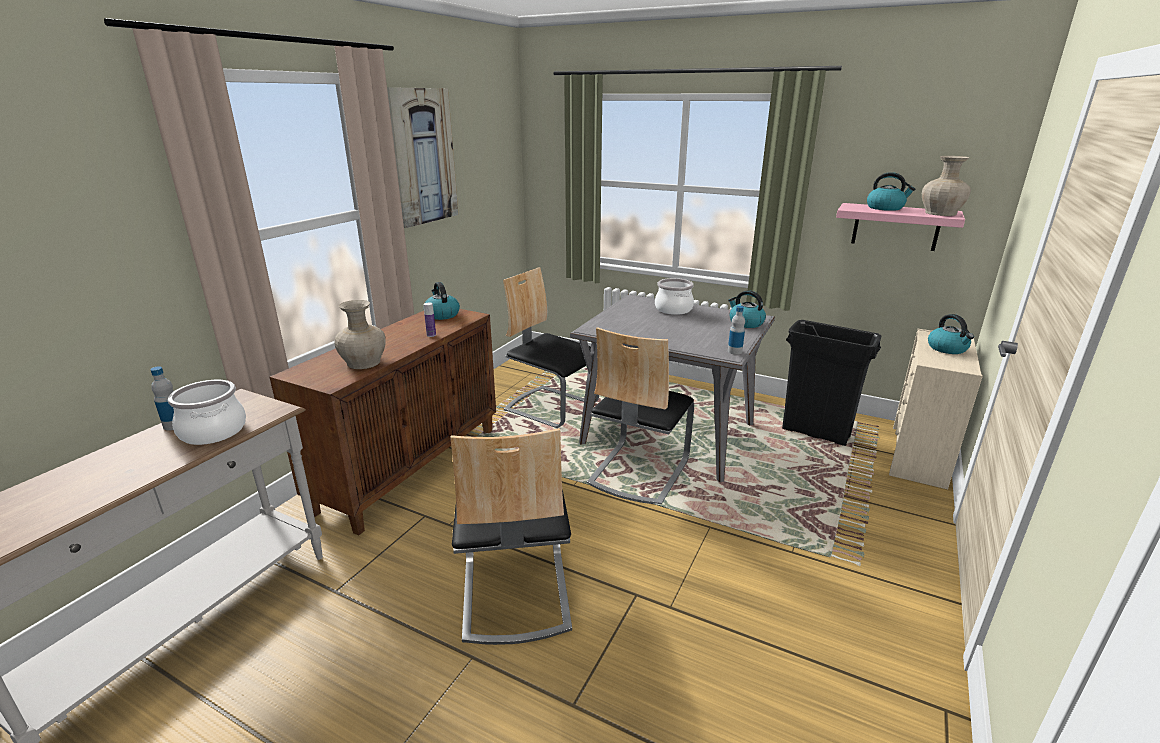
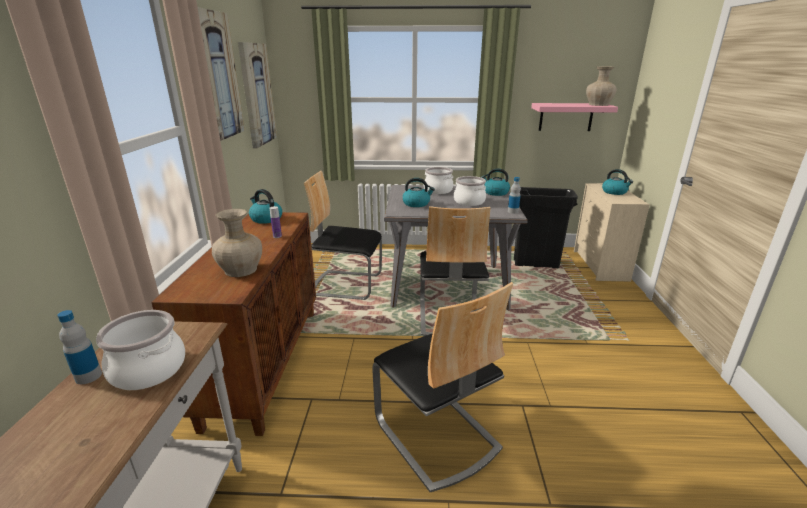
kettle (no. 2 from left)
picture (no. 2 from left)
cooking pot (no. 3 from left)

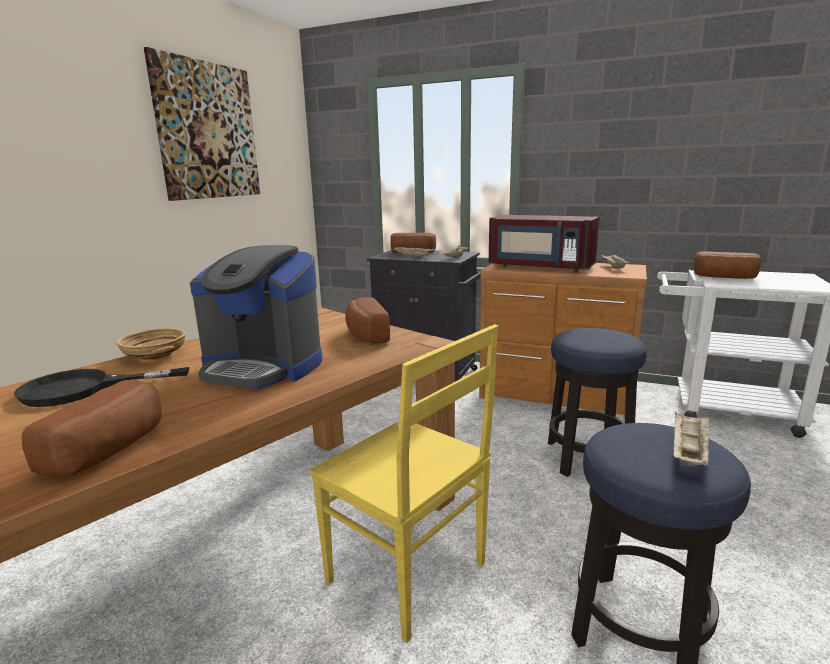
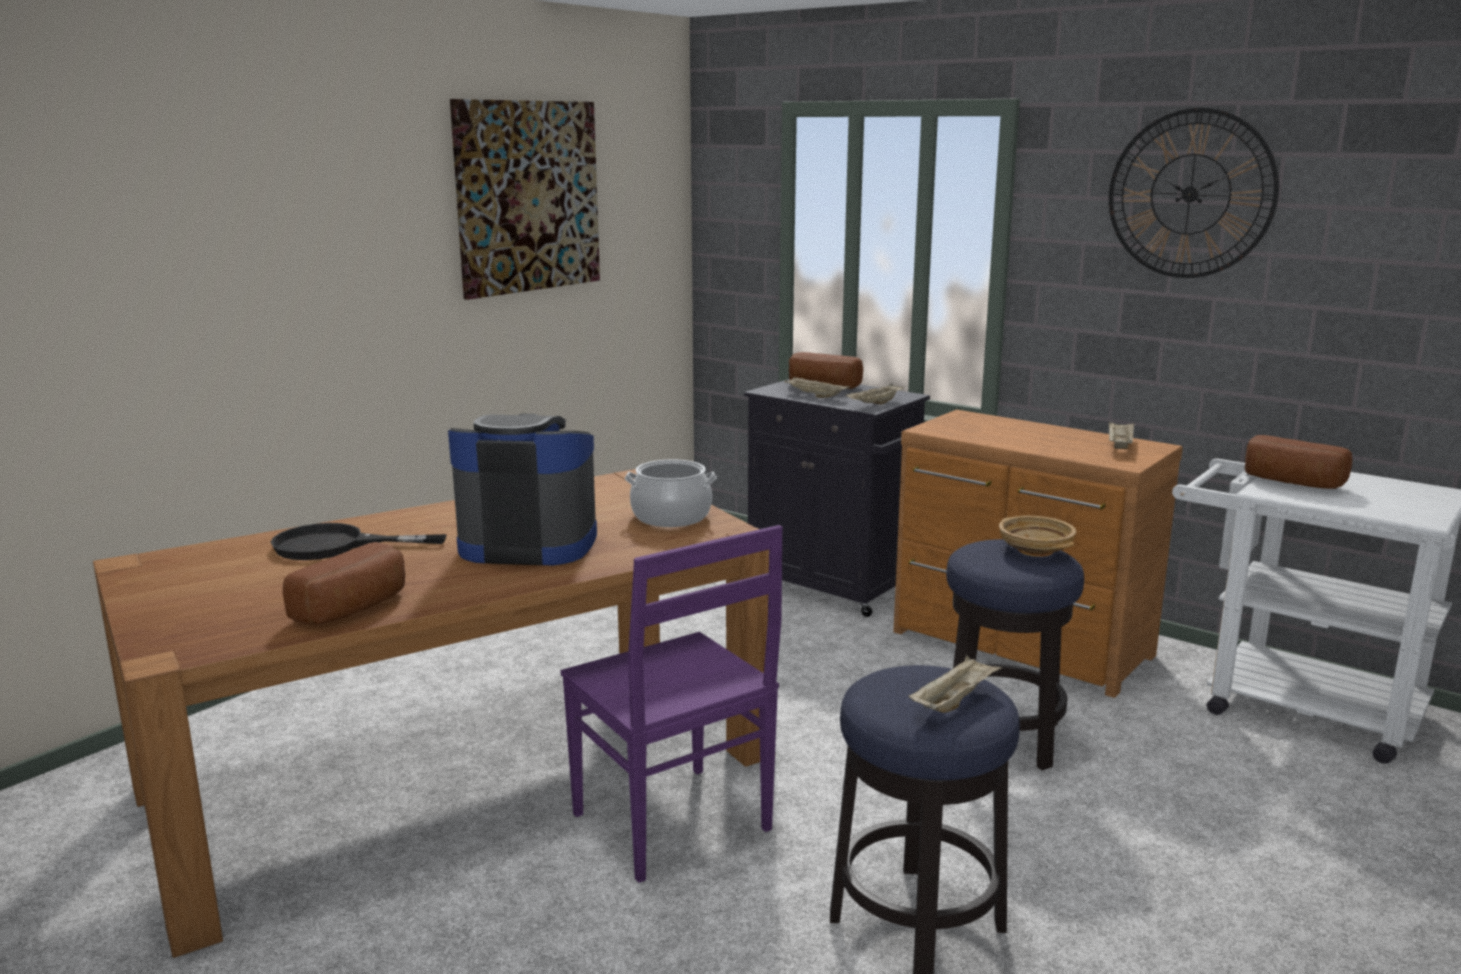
red microwave
coffee machine
cooking pot
purple chair
beige bowl
wall clock

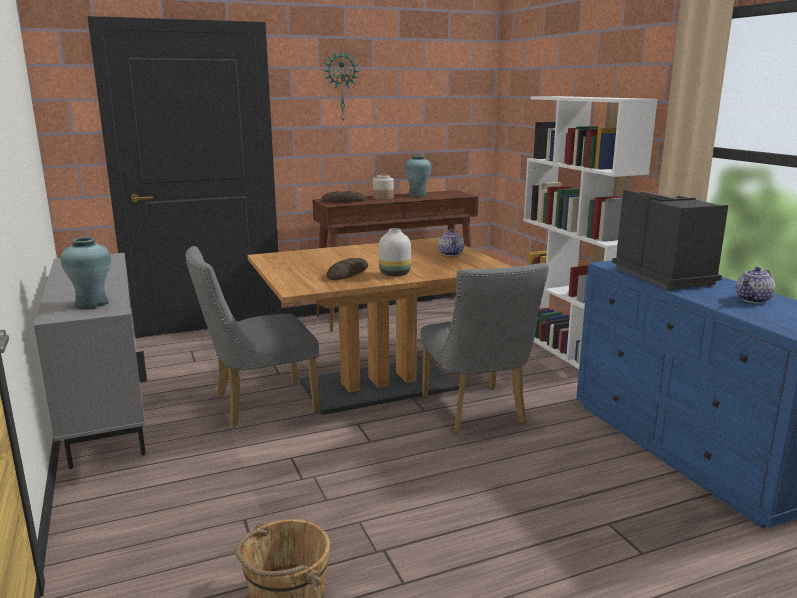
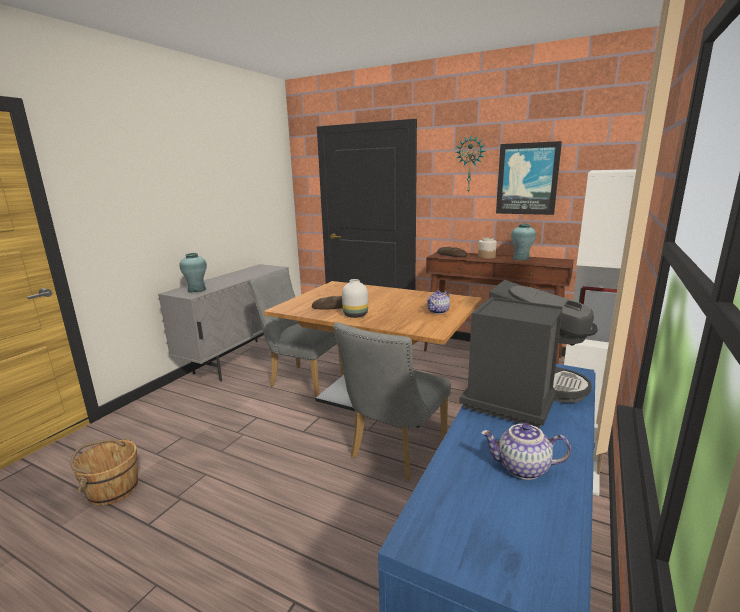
picture

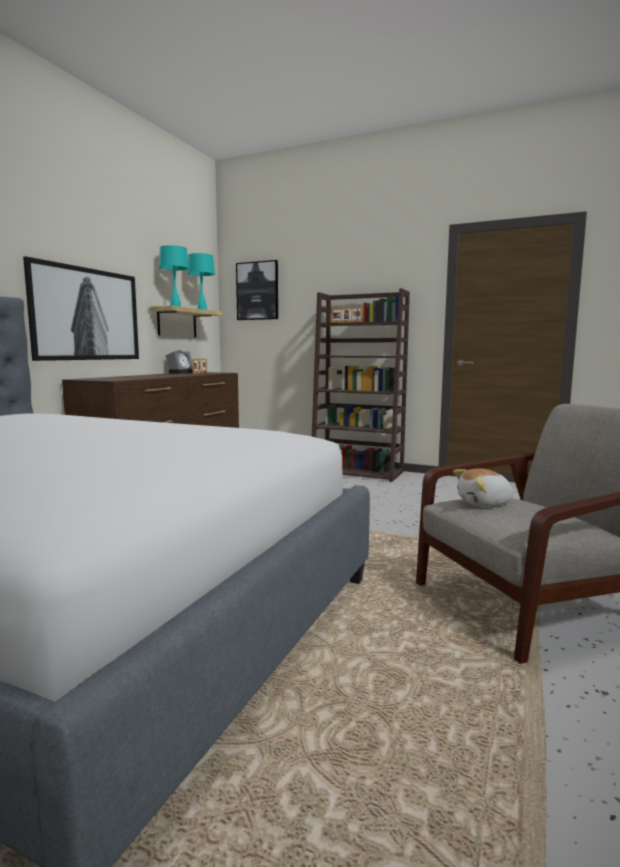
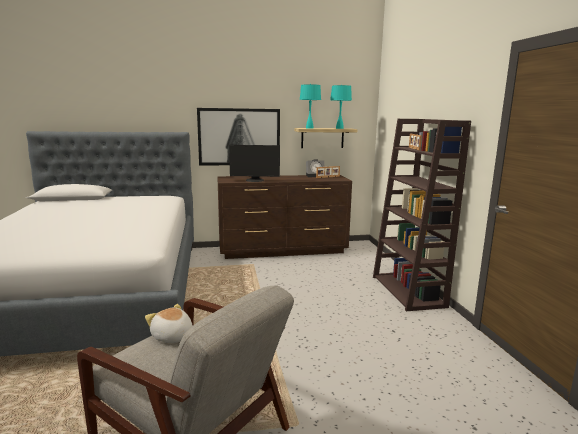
picture (no. 2 from left in the first image)
monitor

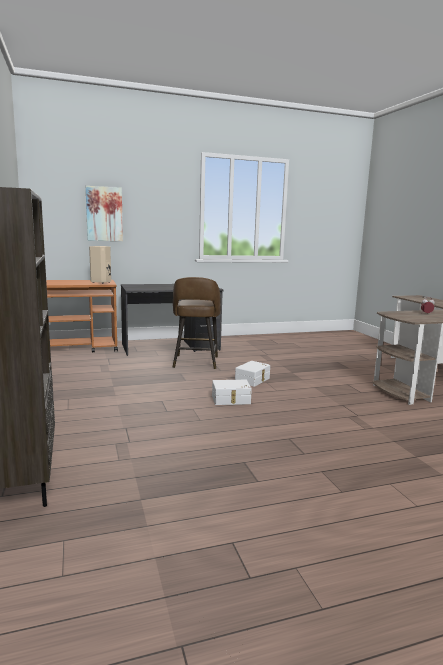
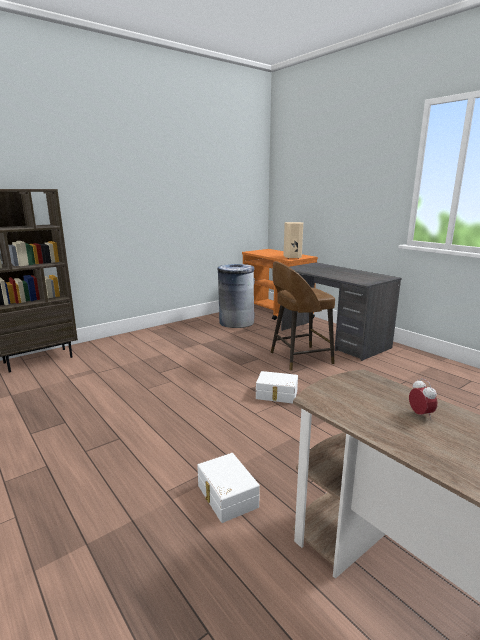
picture
white storage box (no. 1 from left)
grey trash can

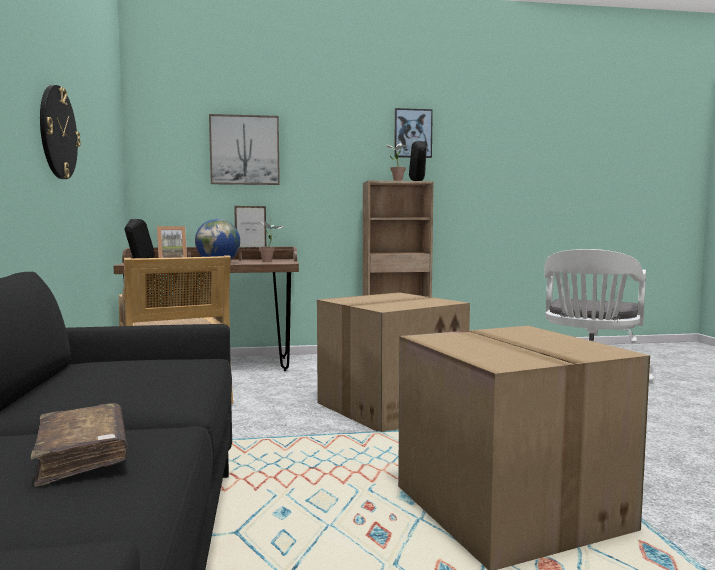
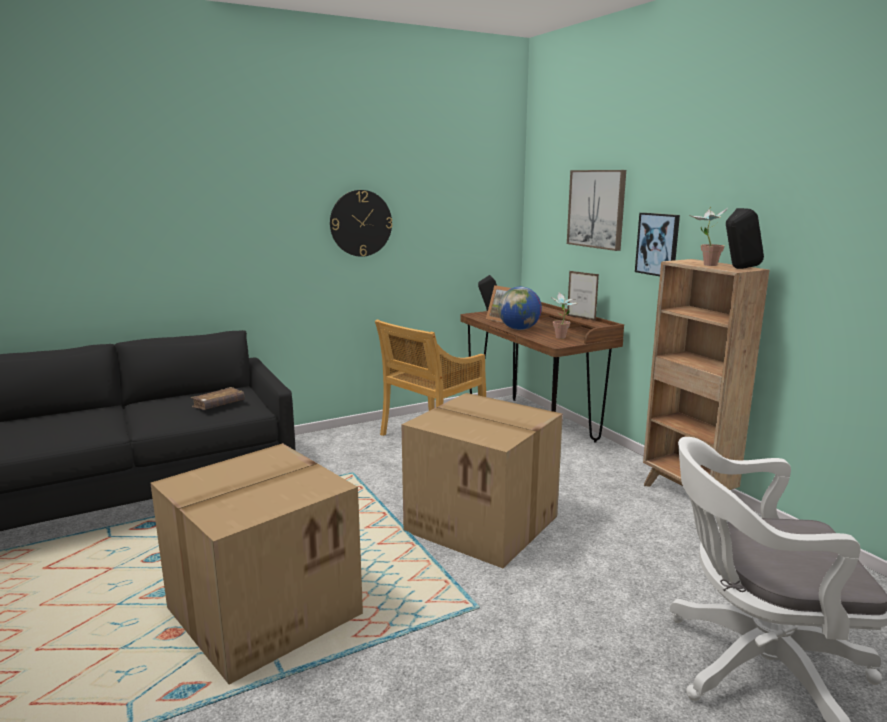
picture (no. 2 from left)
brown book

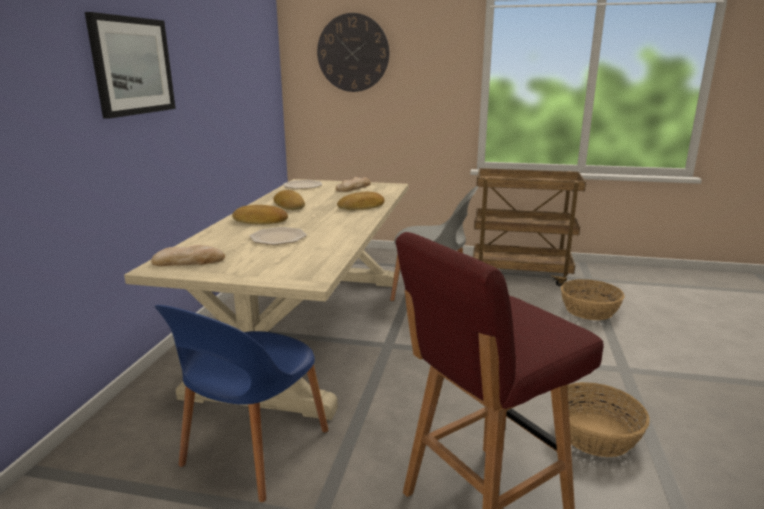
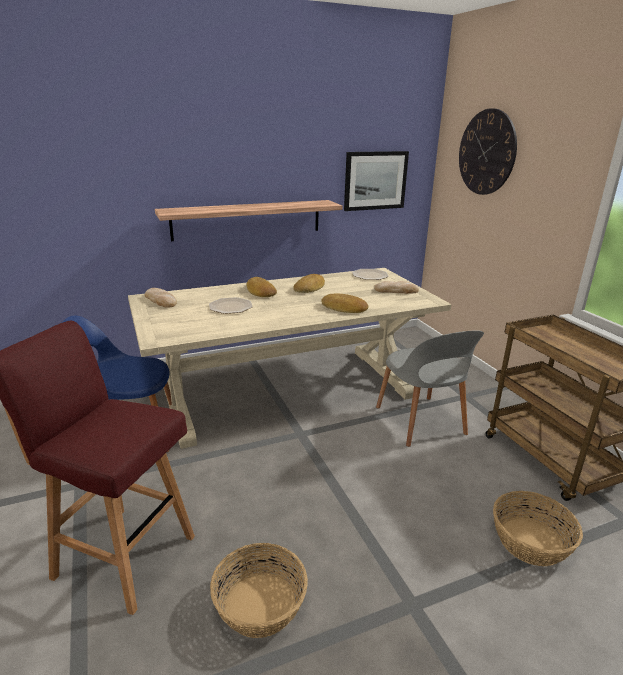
picture
shelf

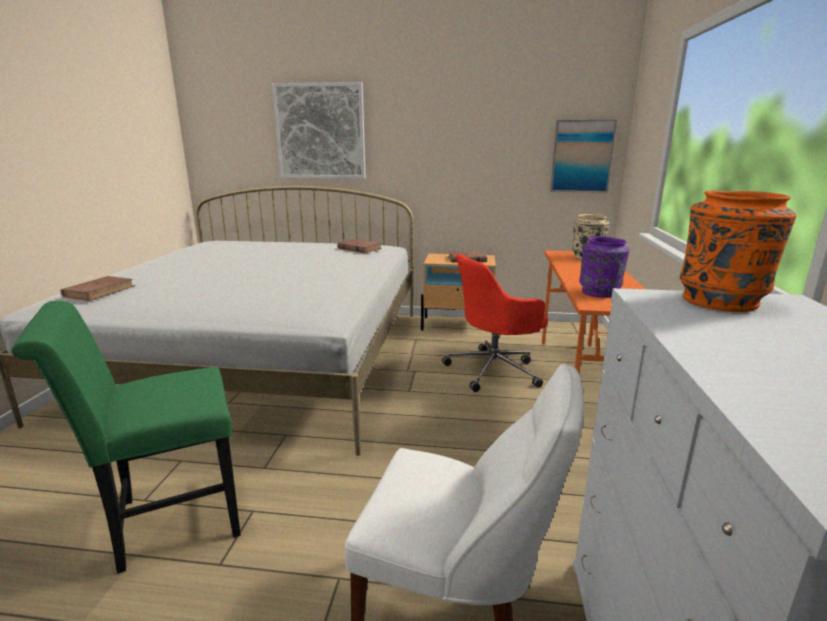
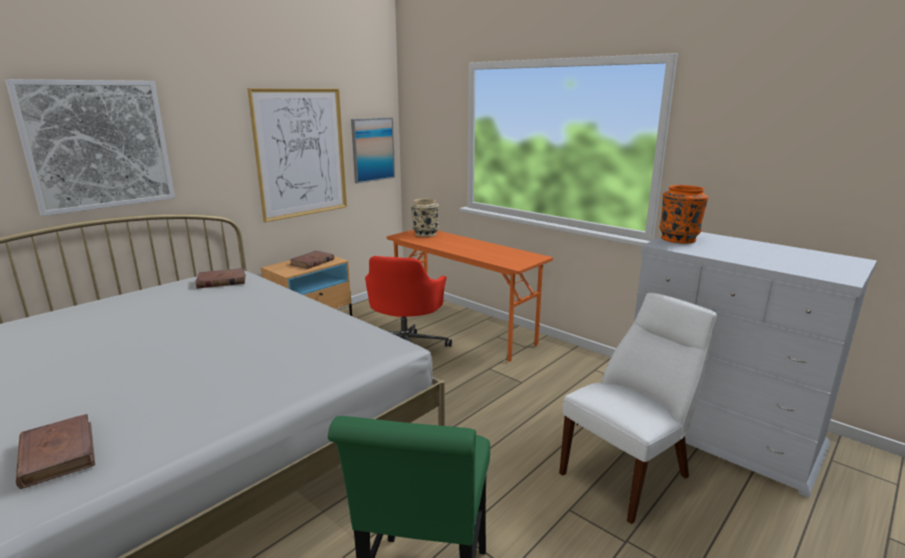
purple vase
picture (no. 2 from left)

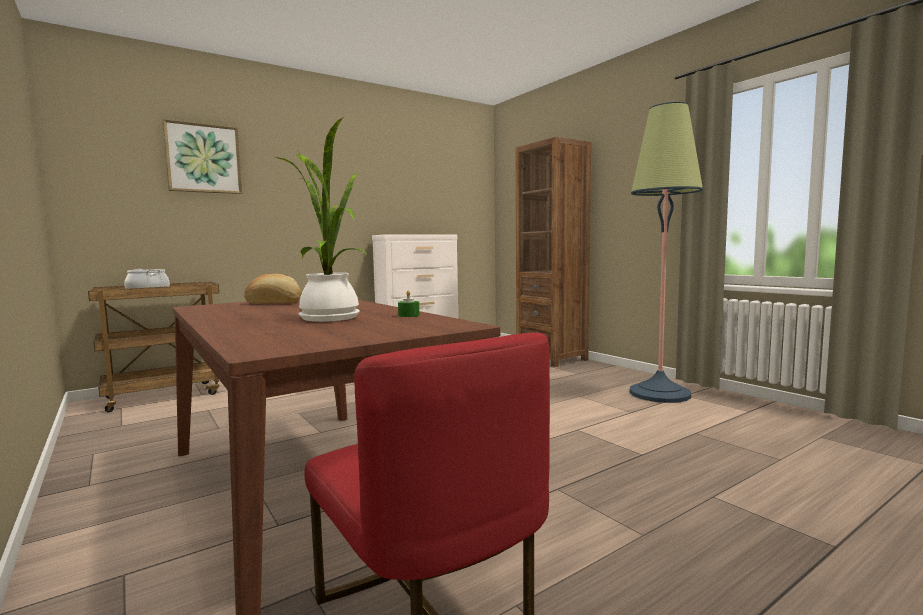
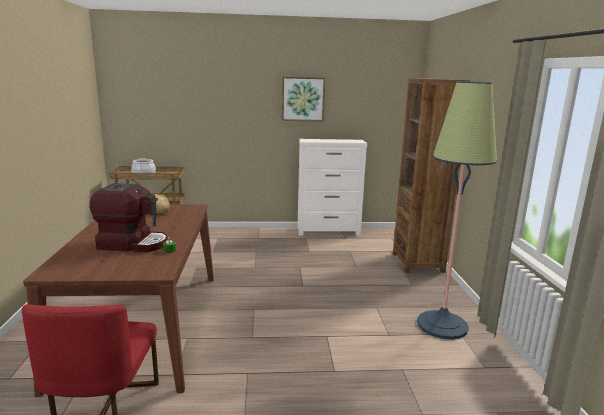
coffee machine
picture

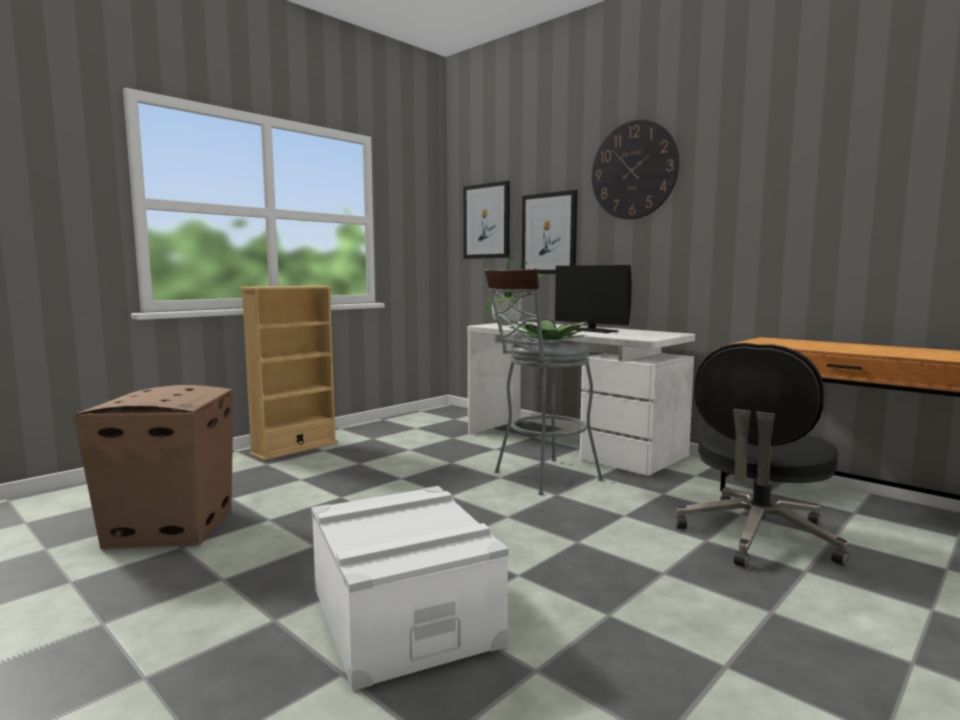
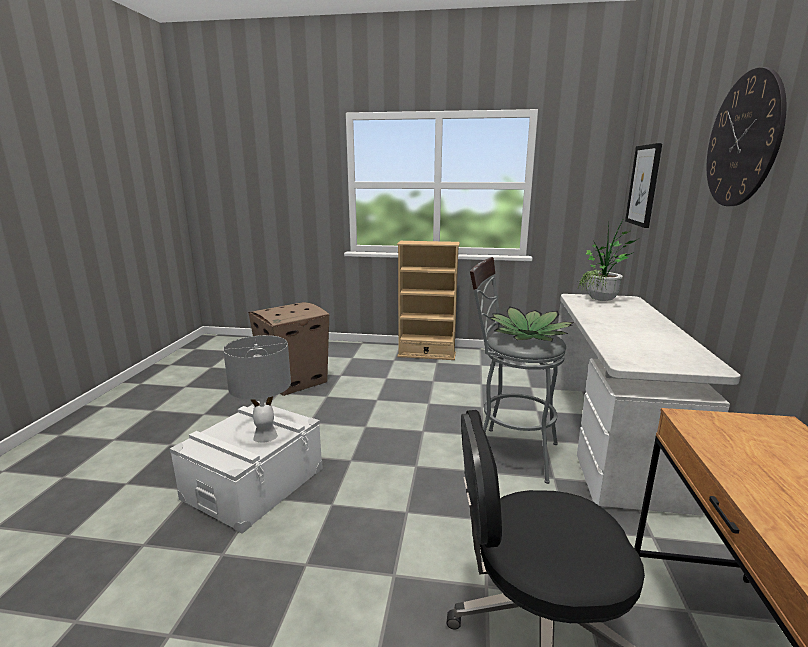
picture (no. 2 from left in the first image)
monitor
grey table lamp

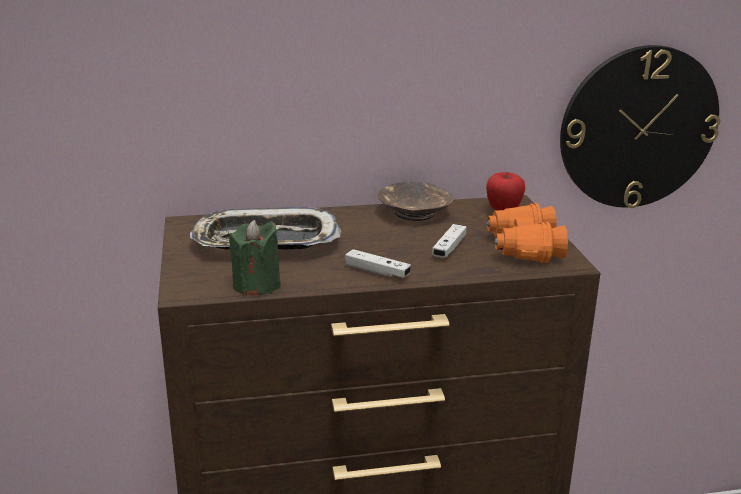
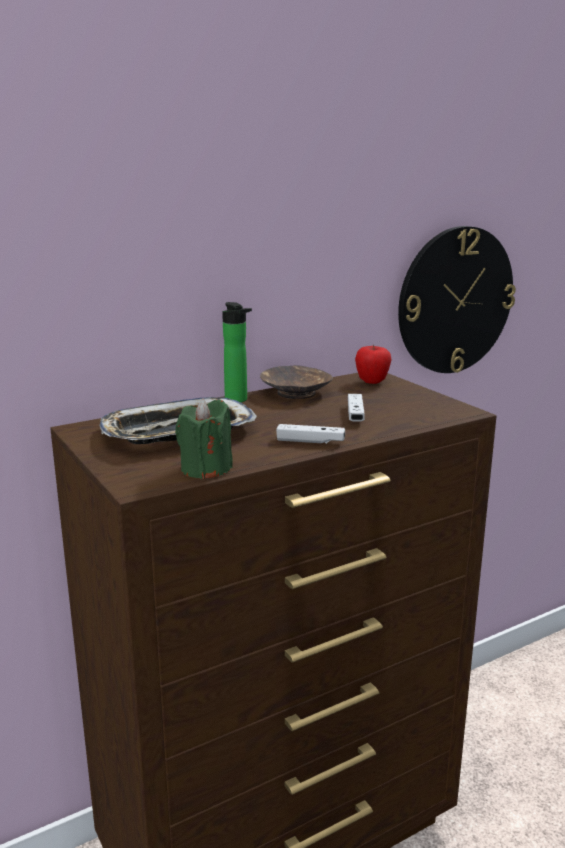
orange binoculars
bottle

